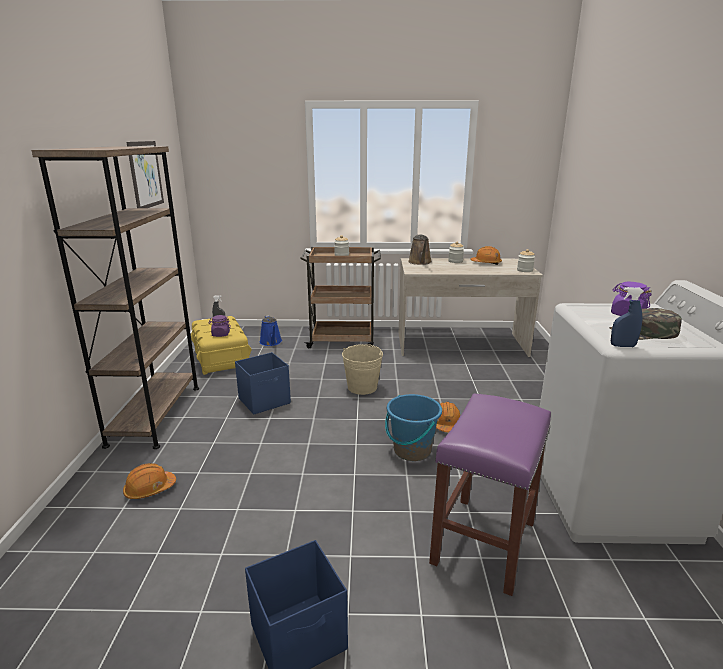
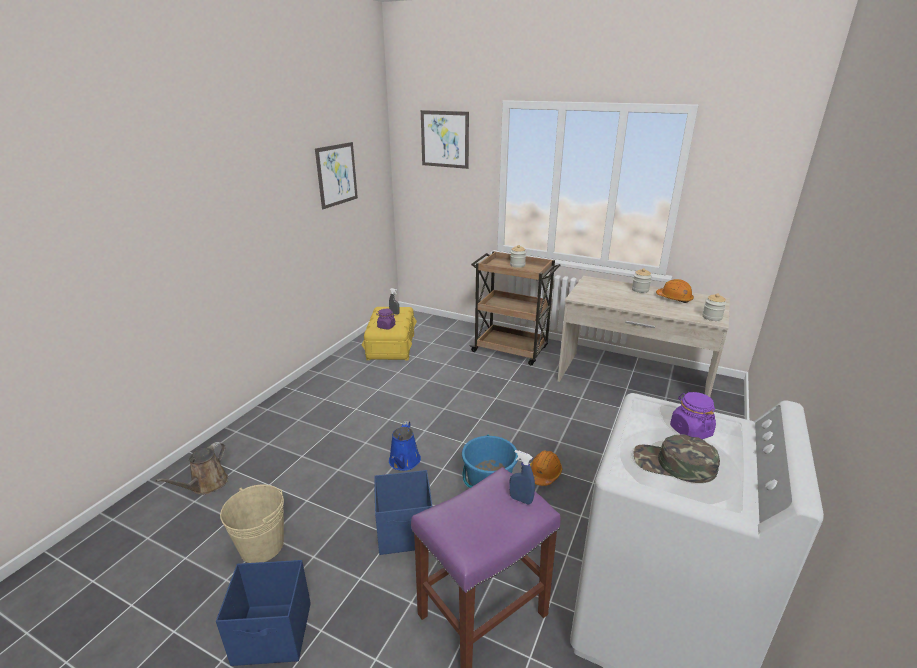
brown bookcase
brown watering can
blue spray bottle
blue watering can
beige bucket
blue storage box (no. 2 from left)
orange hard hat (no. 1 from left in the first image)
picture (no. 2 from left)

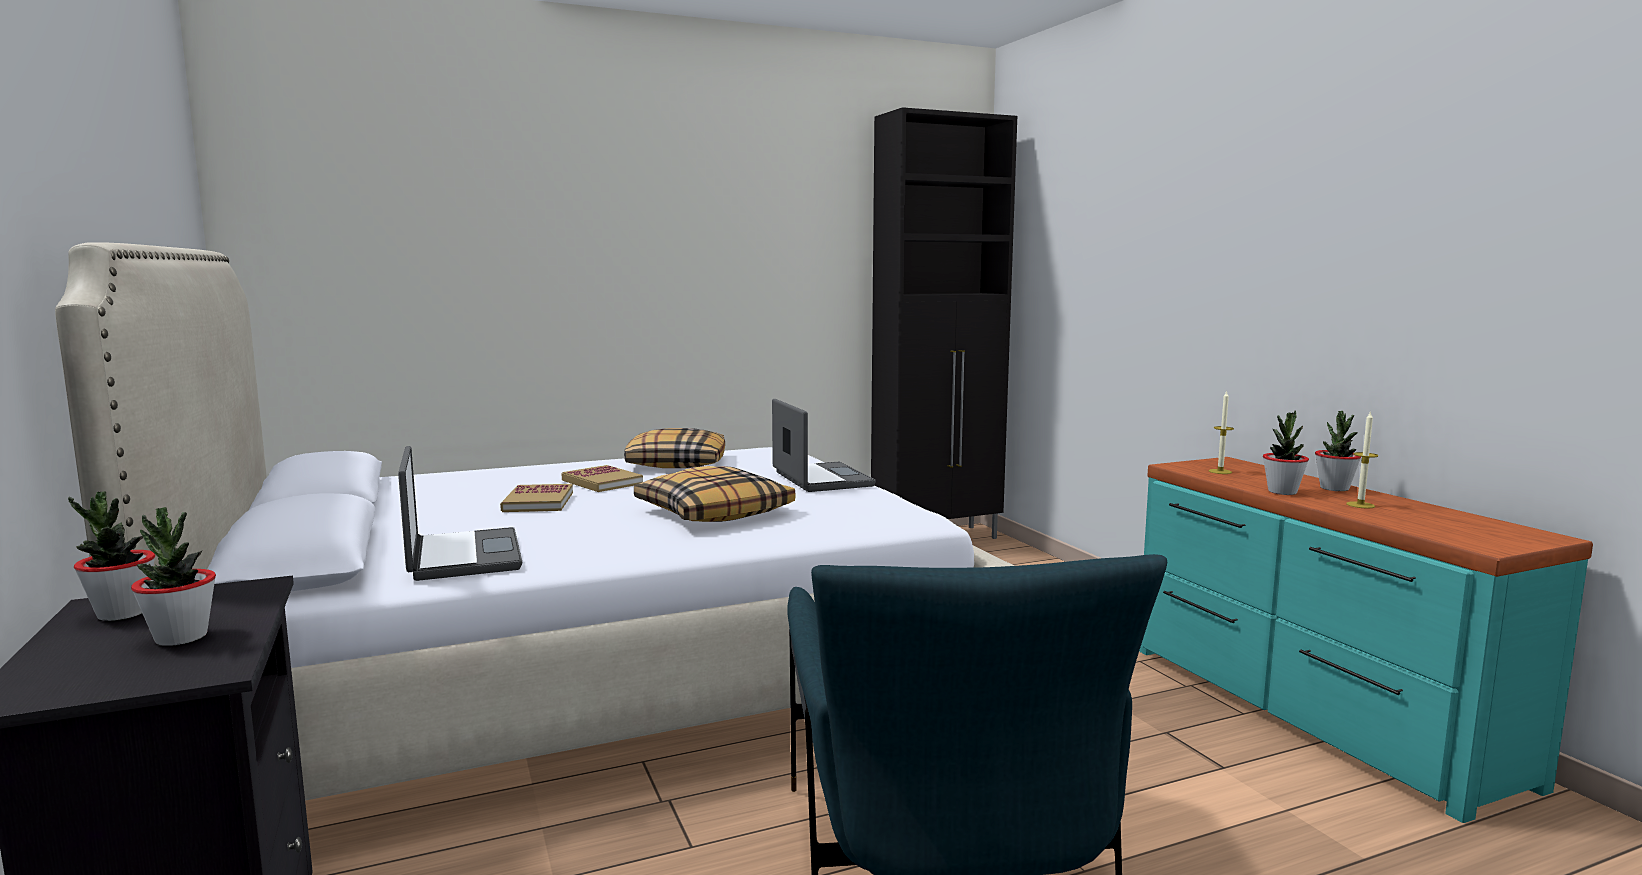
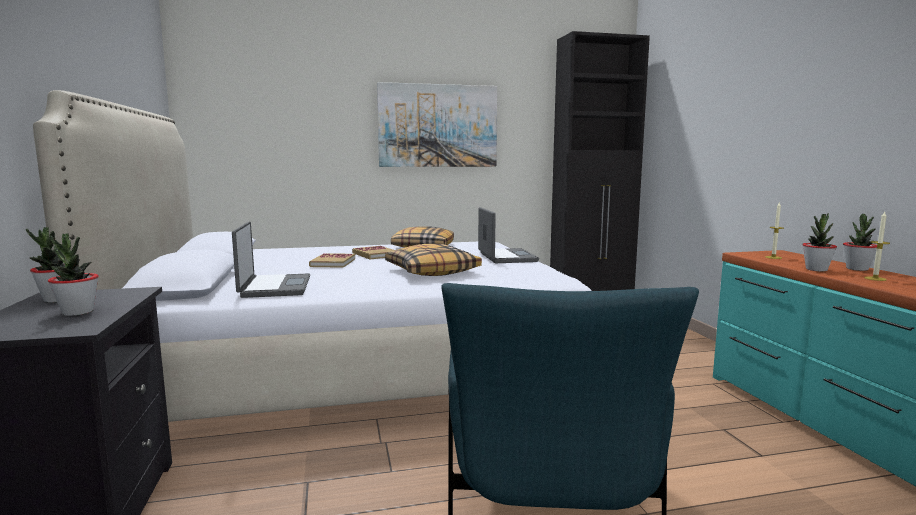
picture

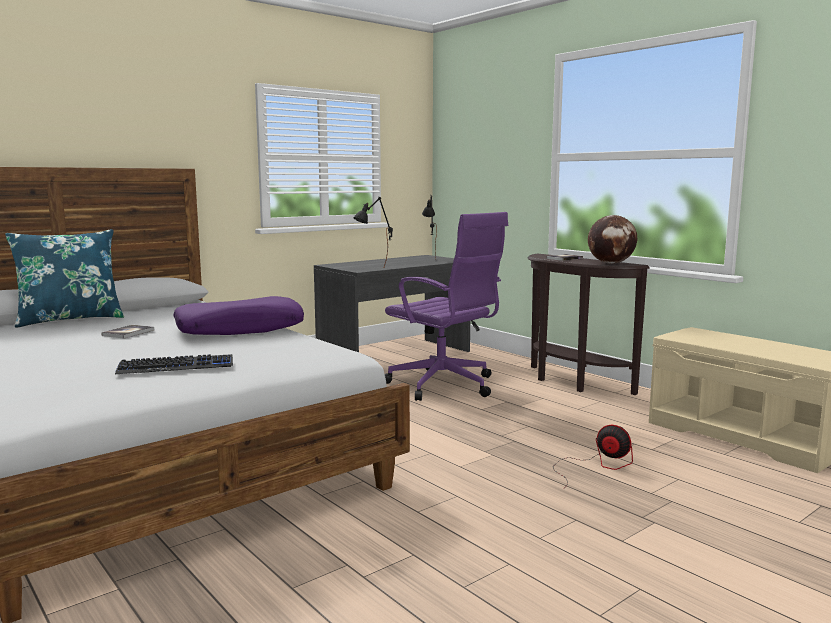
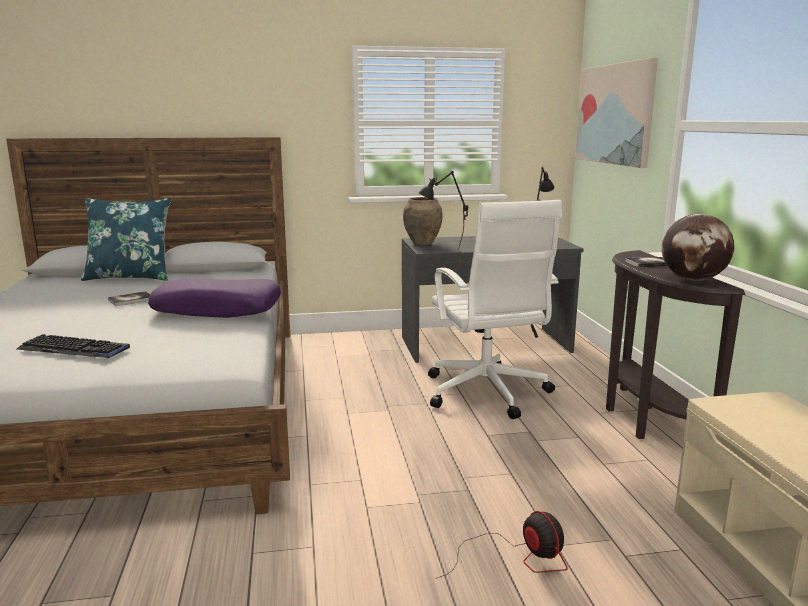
white office chair
picture
brown vase

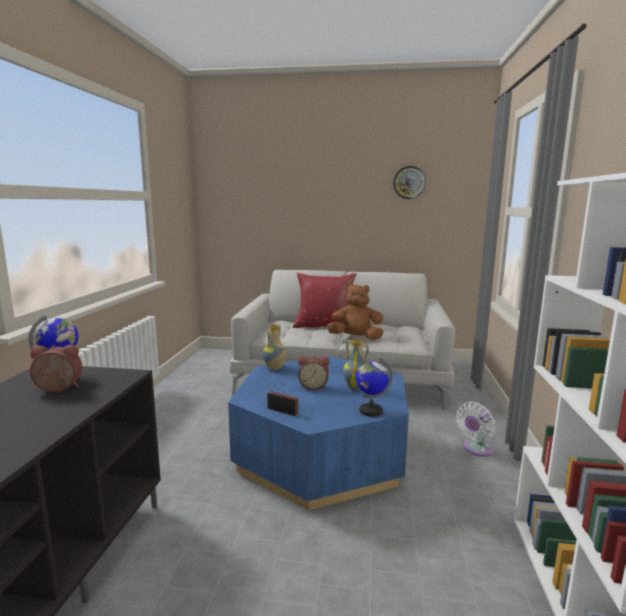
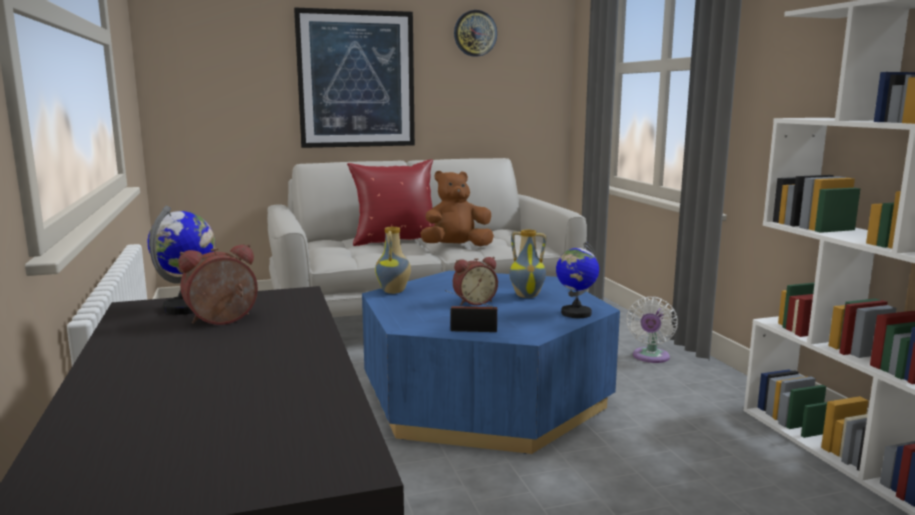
picture

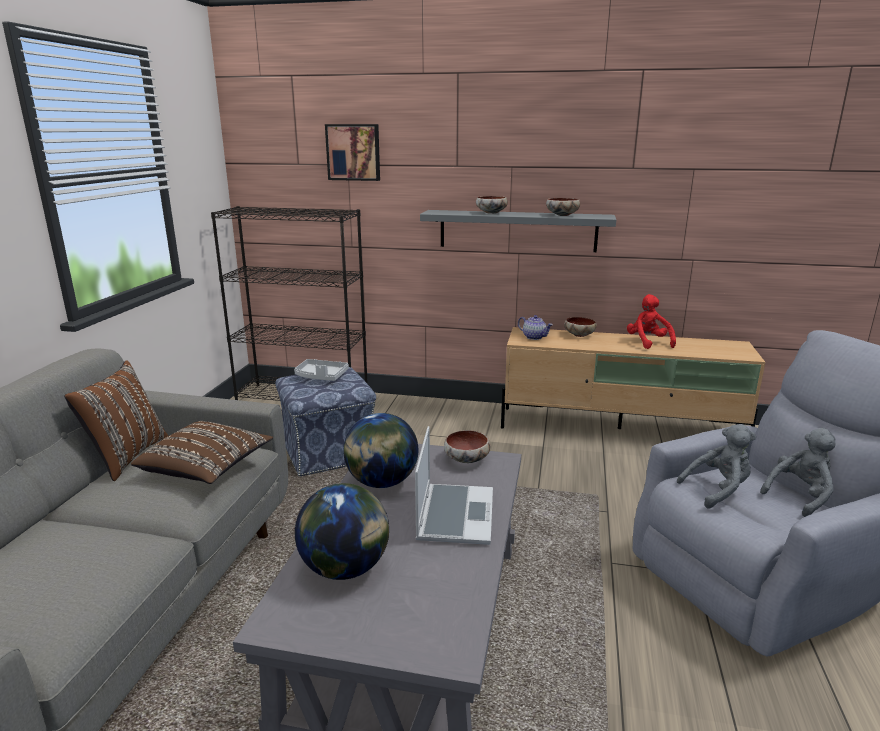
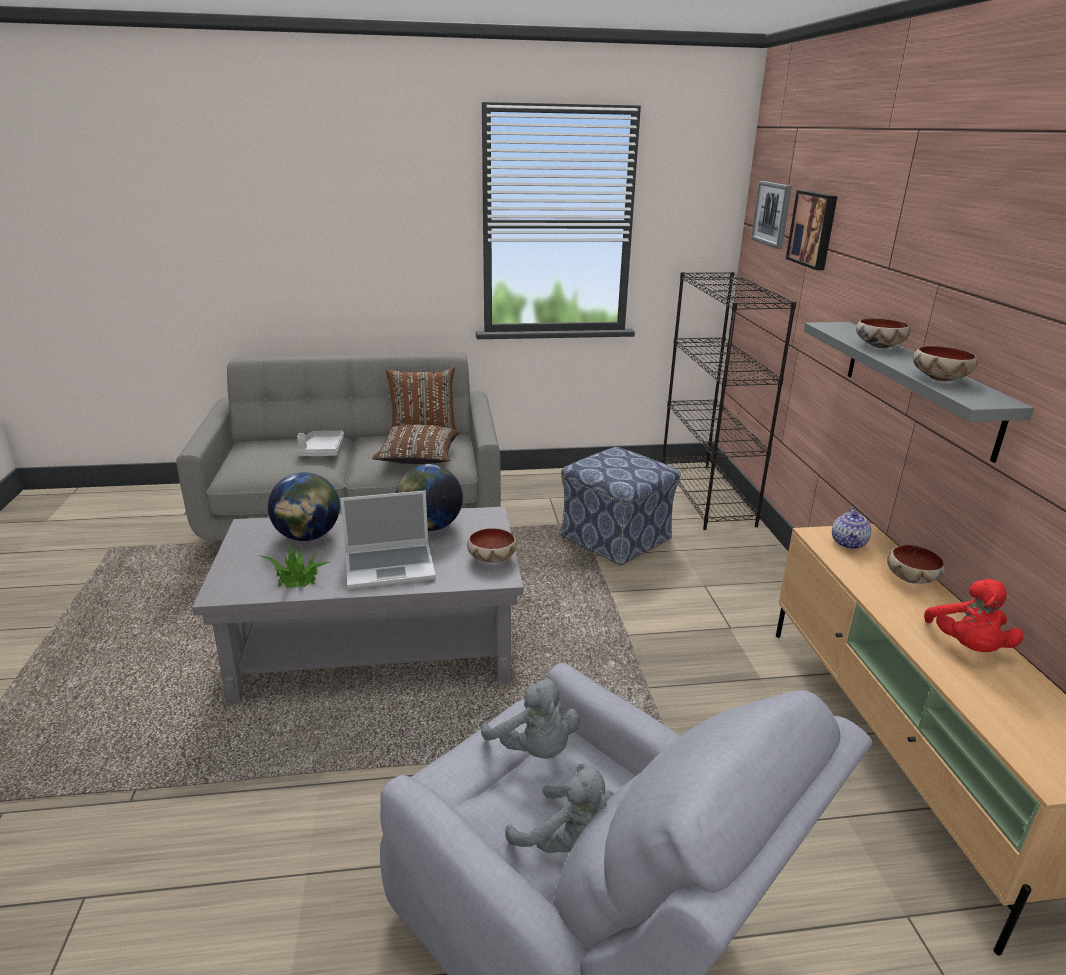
red plush toy
grey tray
picture (no. 1 from left)
potted plant

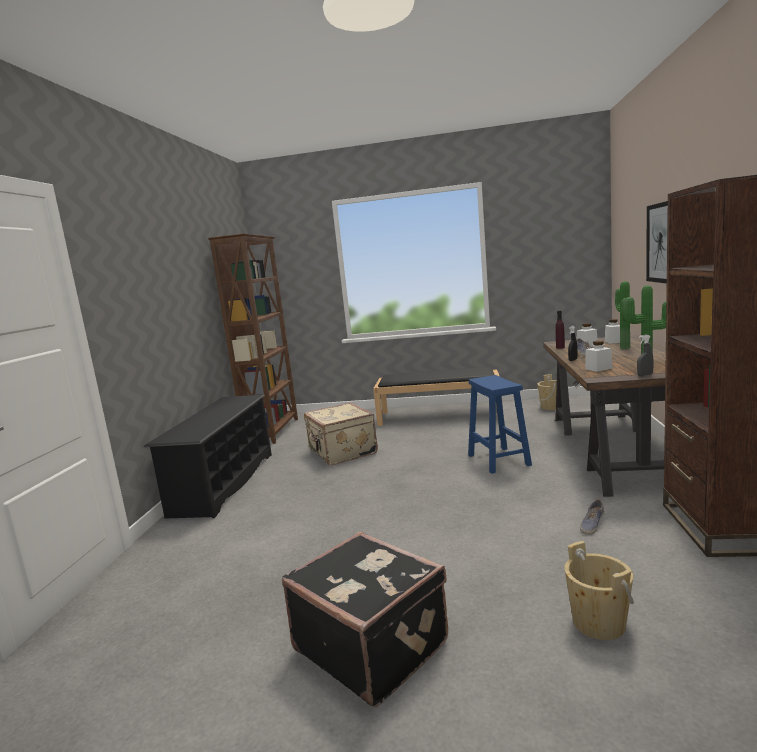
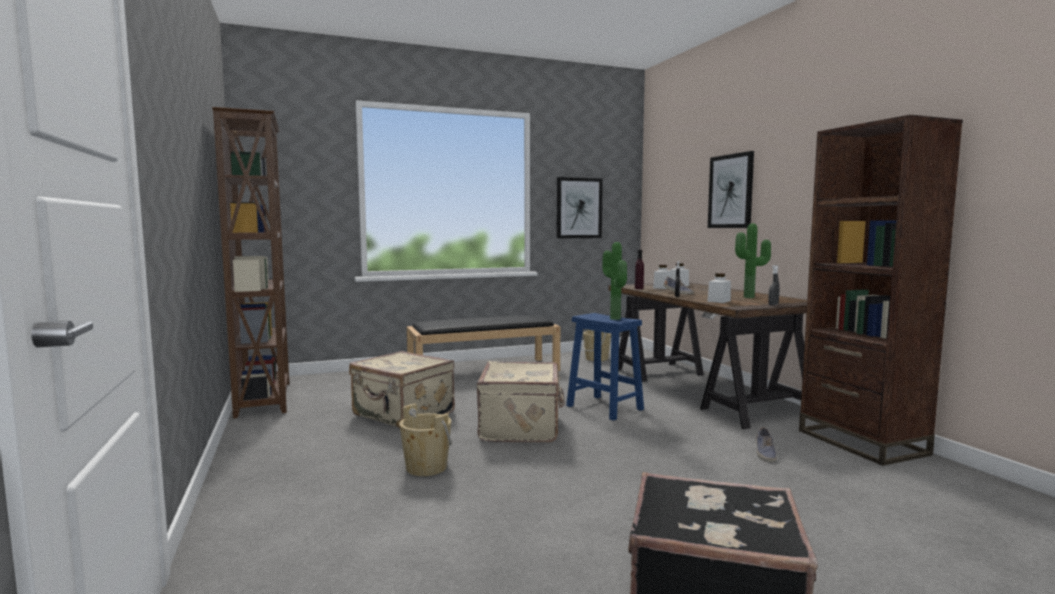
potted plant (no. 1 from left)
black shoe rack
beige bucket (no. 1 from left)
picture (no. 1 from left)
beige suitcase (no. 2 from left)

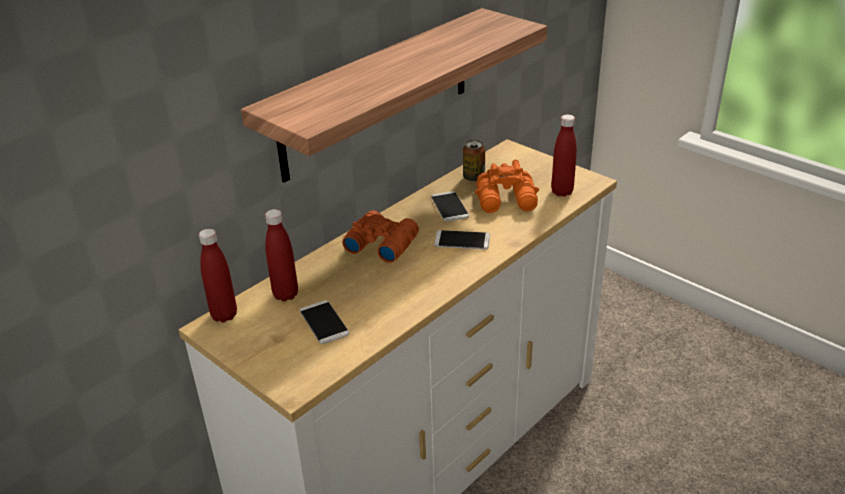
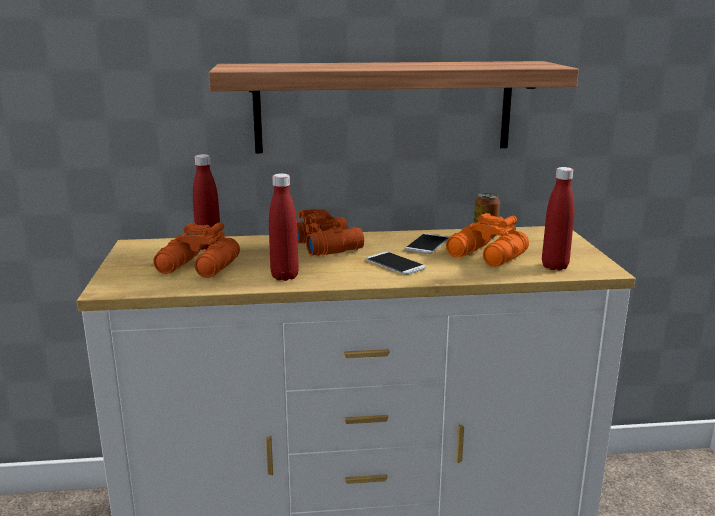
red bottle (no. 2 from left)
orange binoculars (no. 1 from left)

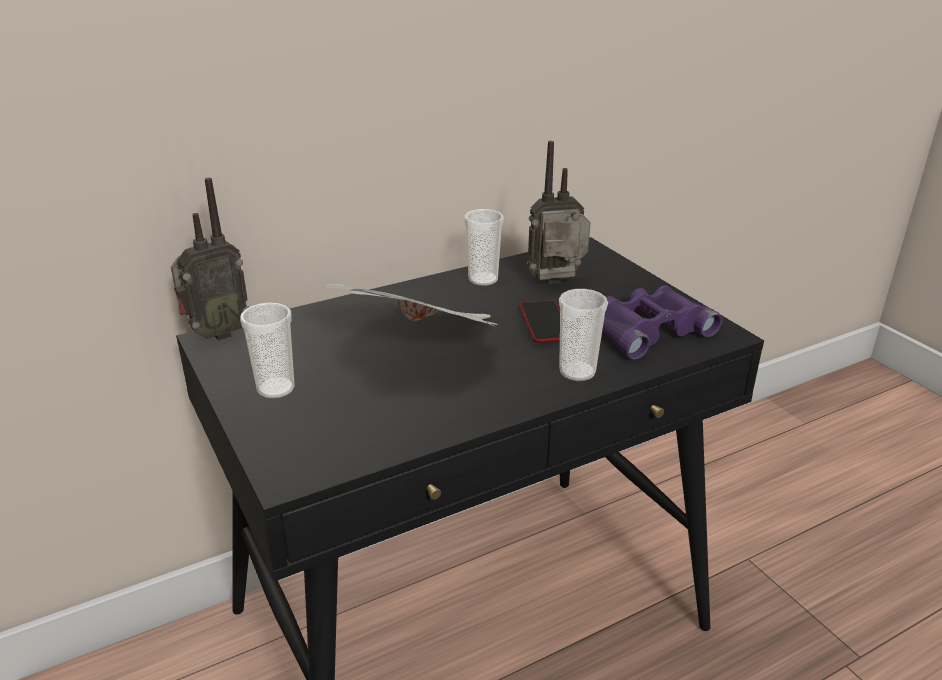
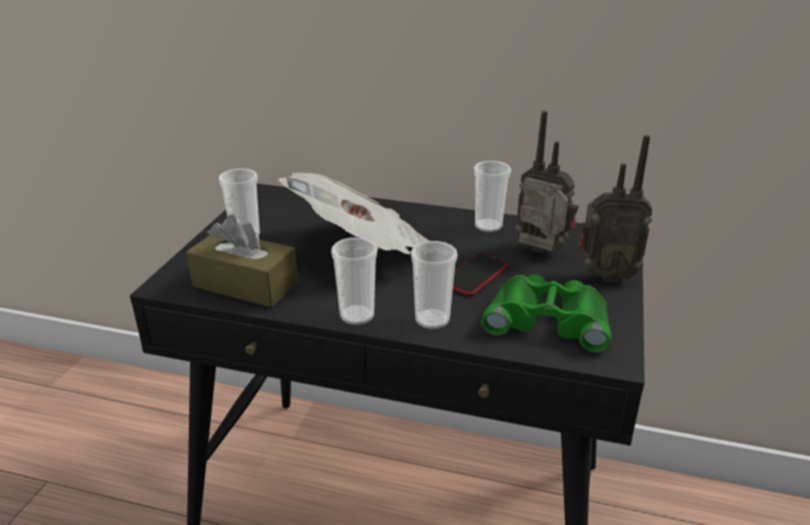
radio (no. 2 from left)
green binoculars
brown tissue box
cup (no. 2 from left)

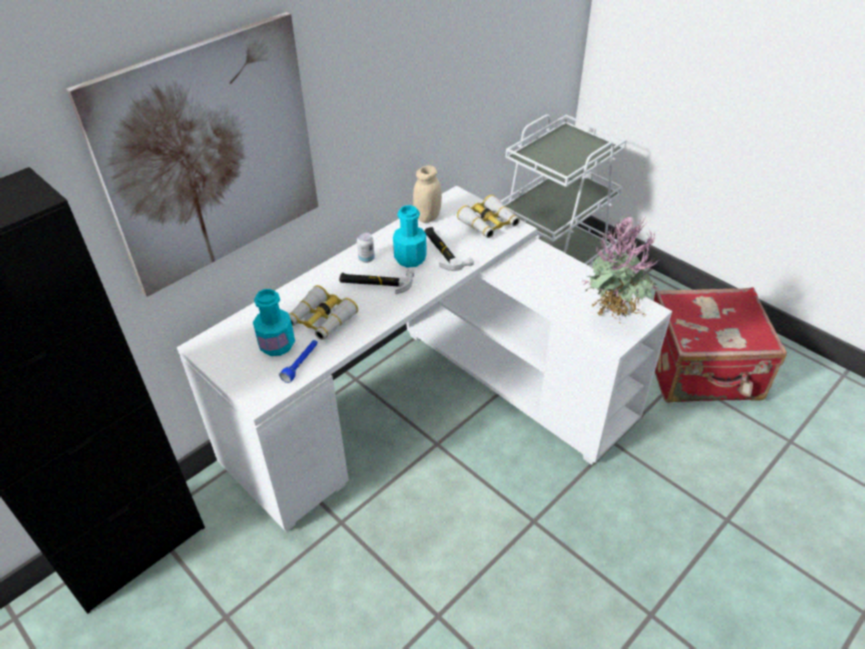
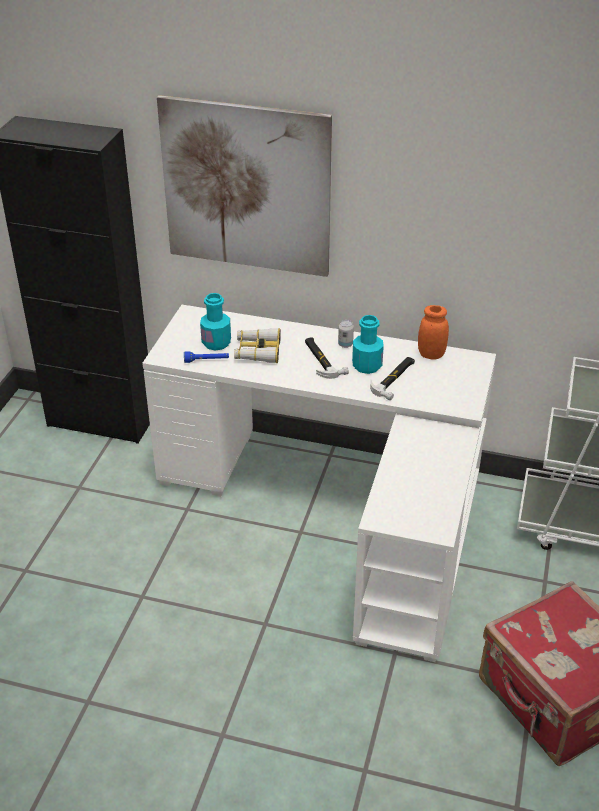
orange jar
binoculars (no. 2 from left in the first image)
potted plant

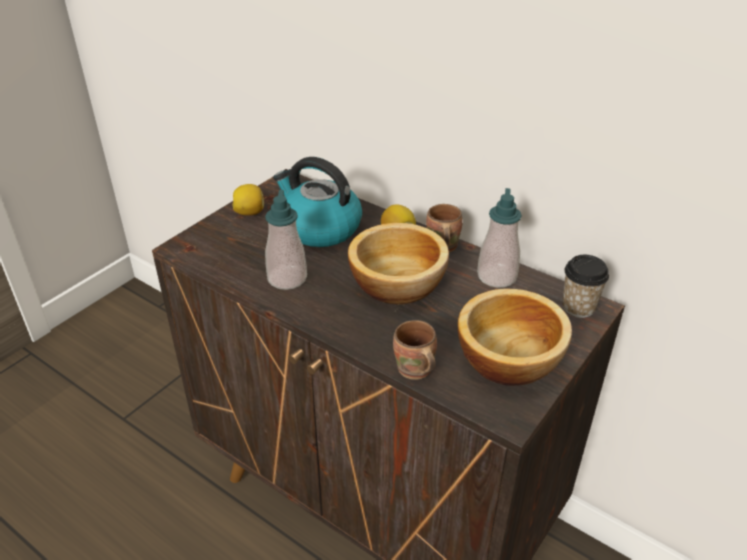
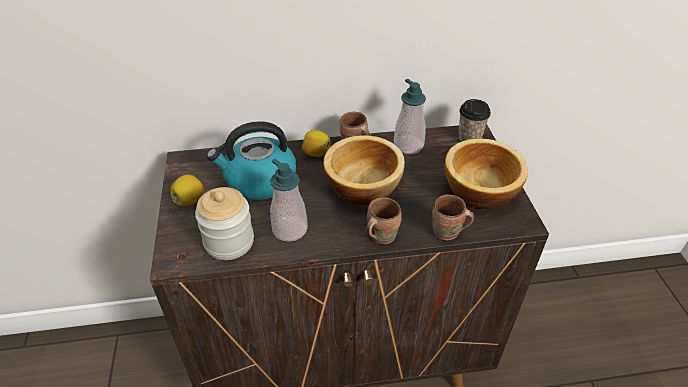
jar
brown mug (no. 2 from left)

